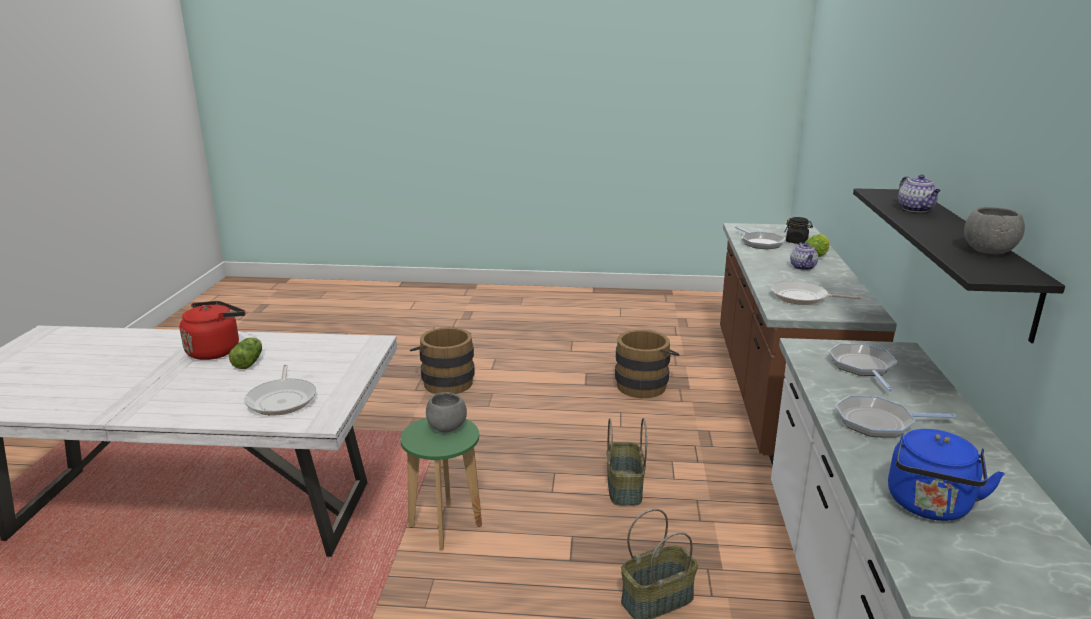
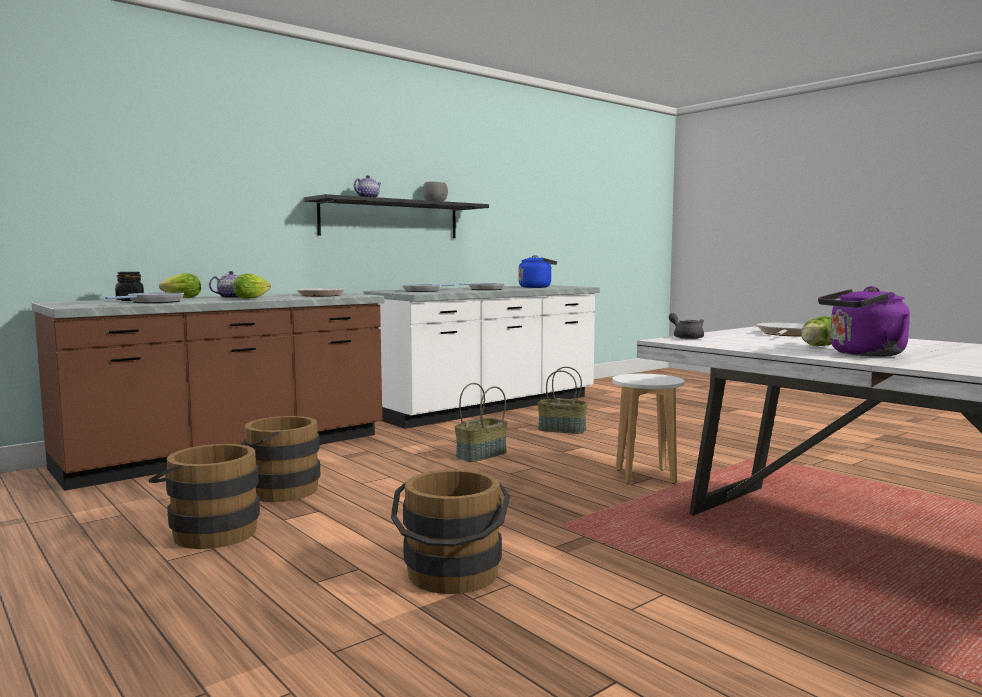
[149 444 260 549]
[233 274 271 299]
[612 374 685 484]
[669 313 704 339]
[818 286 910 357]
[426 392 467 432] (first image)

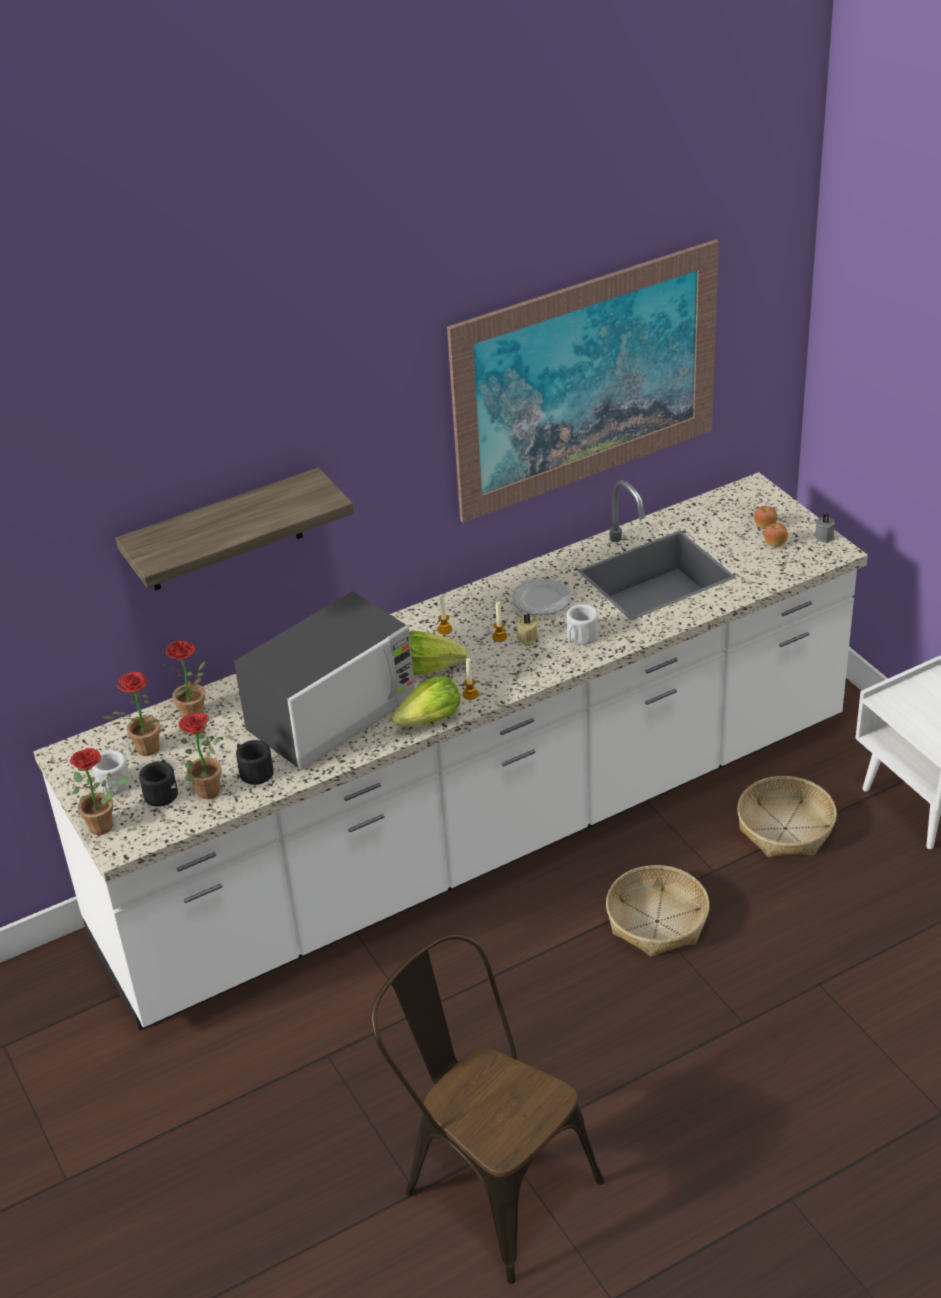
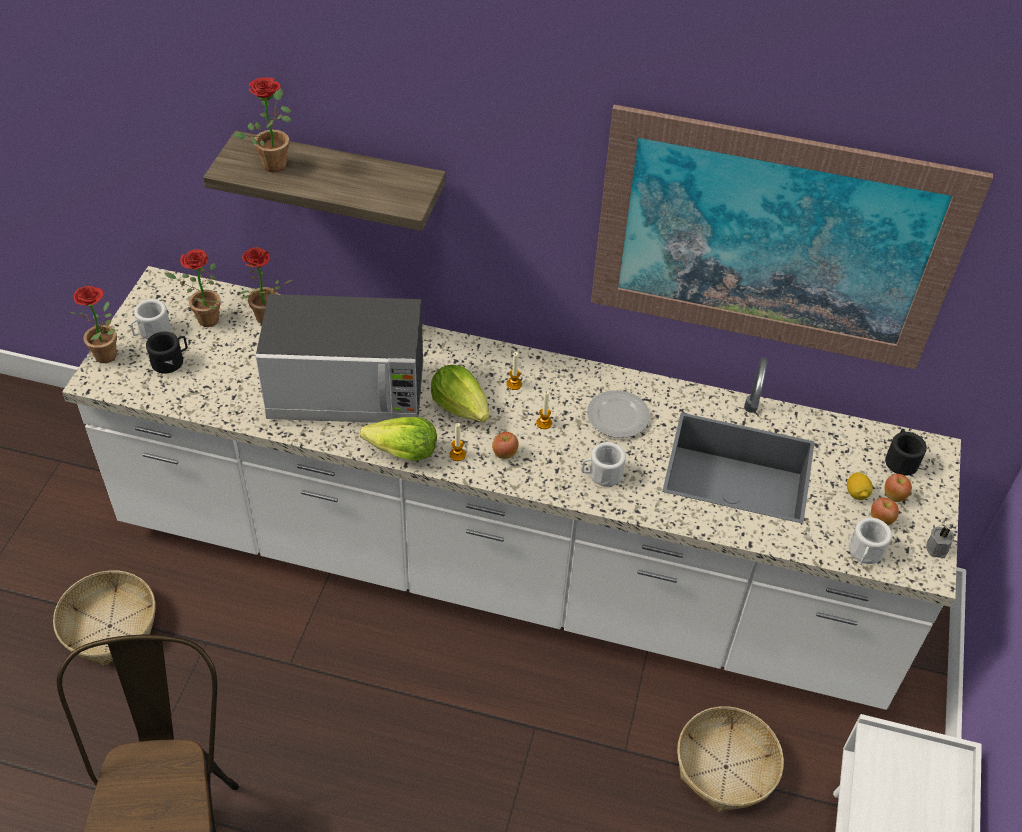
[53 570 156 666]
[234 77 292 172]
[492 432 519 459]
[847 472 873 500]
[849 518 892 565]
[885 429 927 476]
[517 614 539 646] (first image)

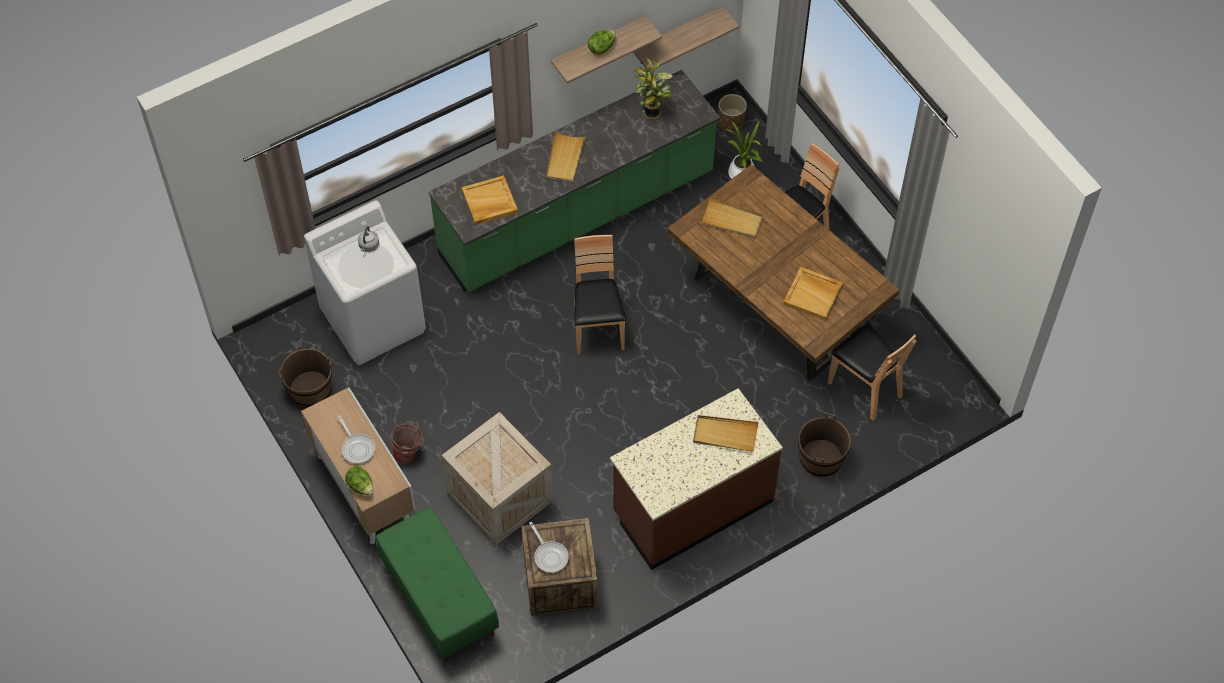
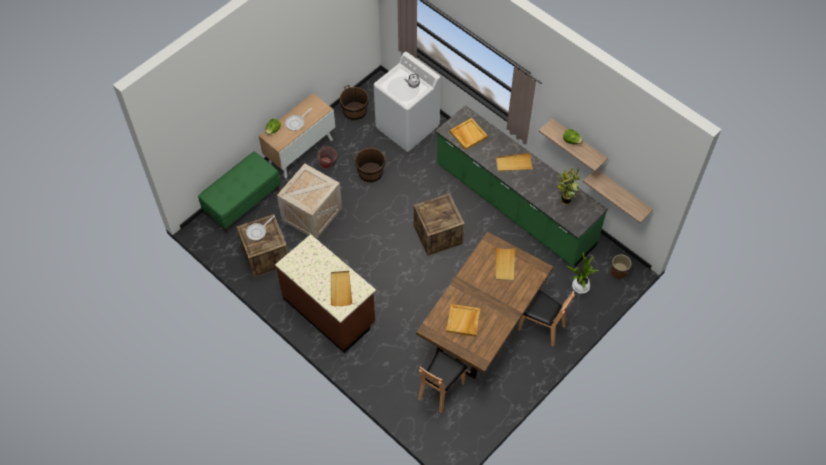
[355 148 385 183]
[414 193 465 256]

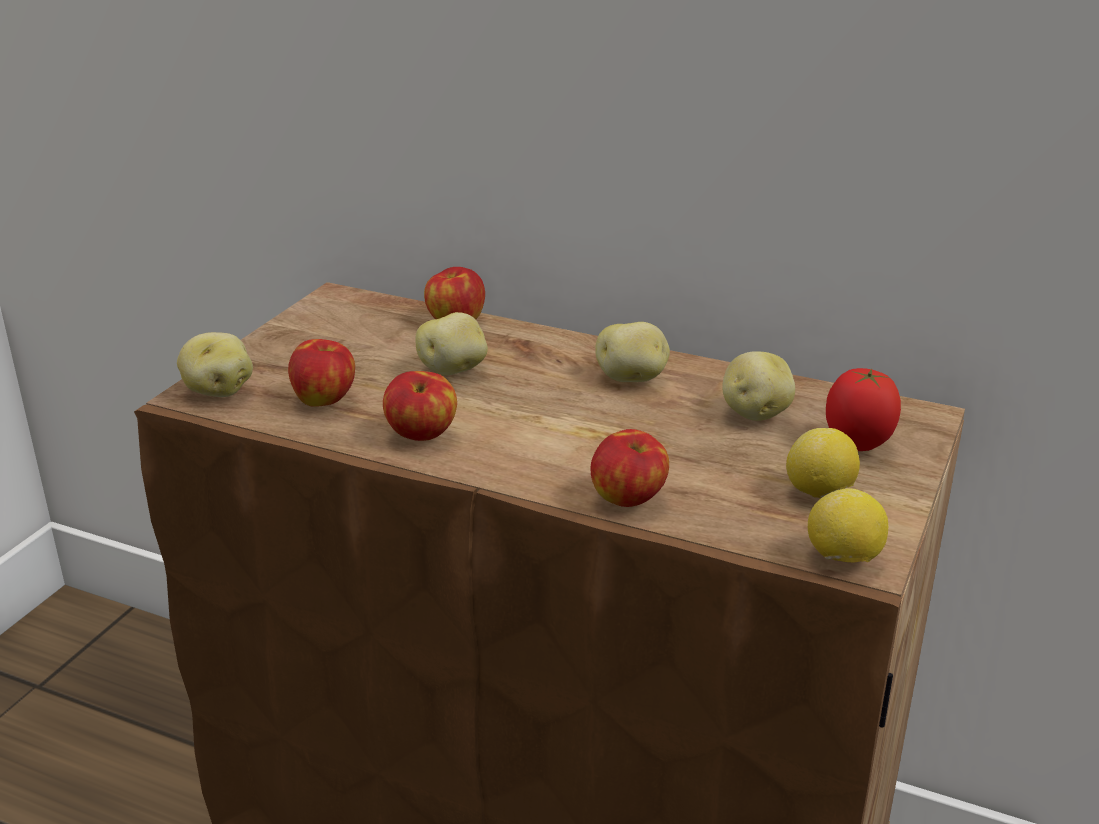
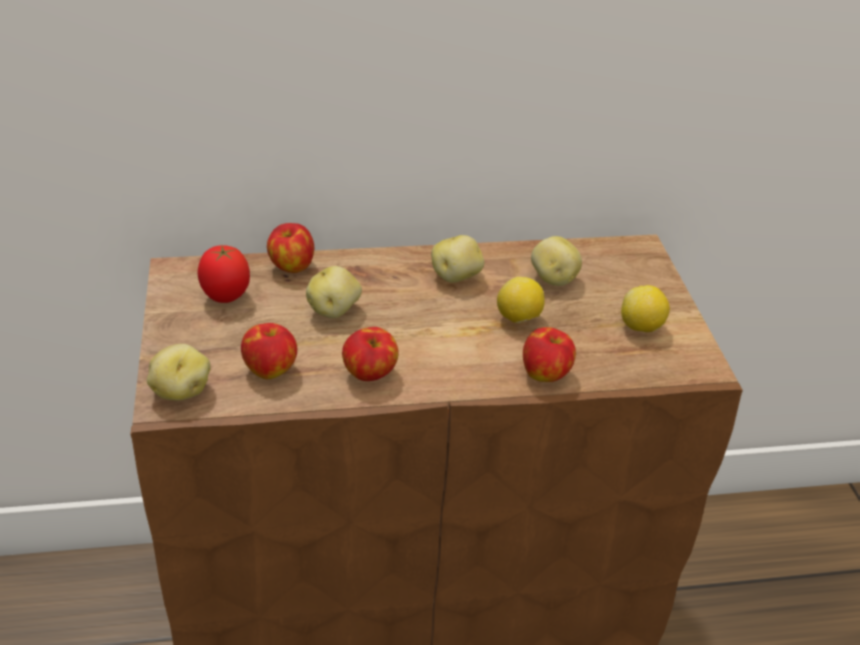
[197 245 250 303]
[497 277 545 323]

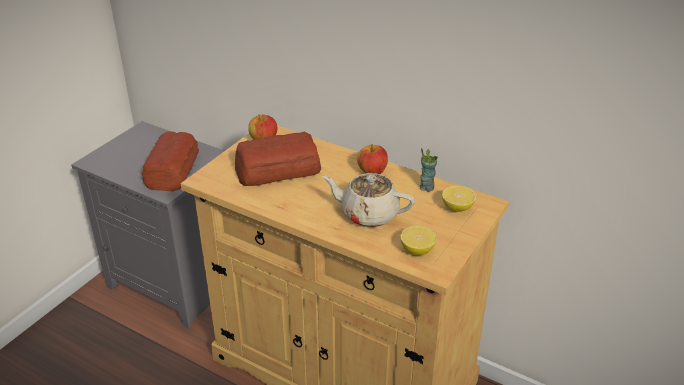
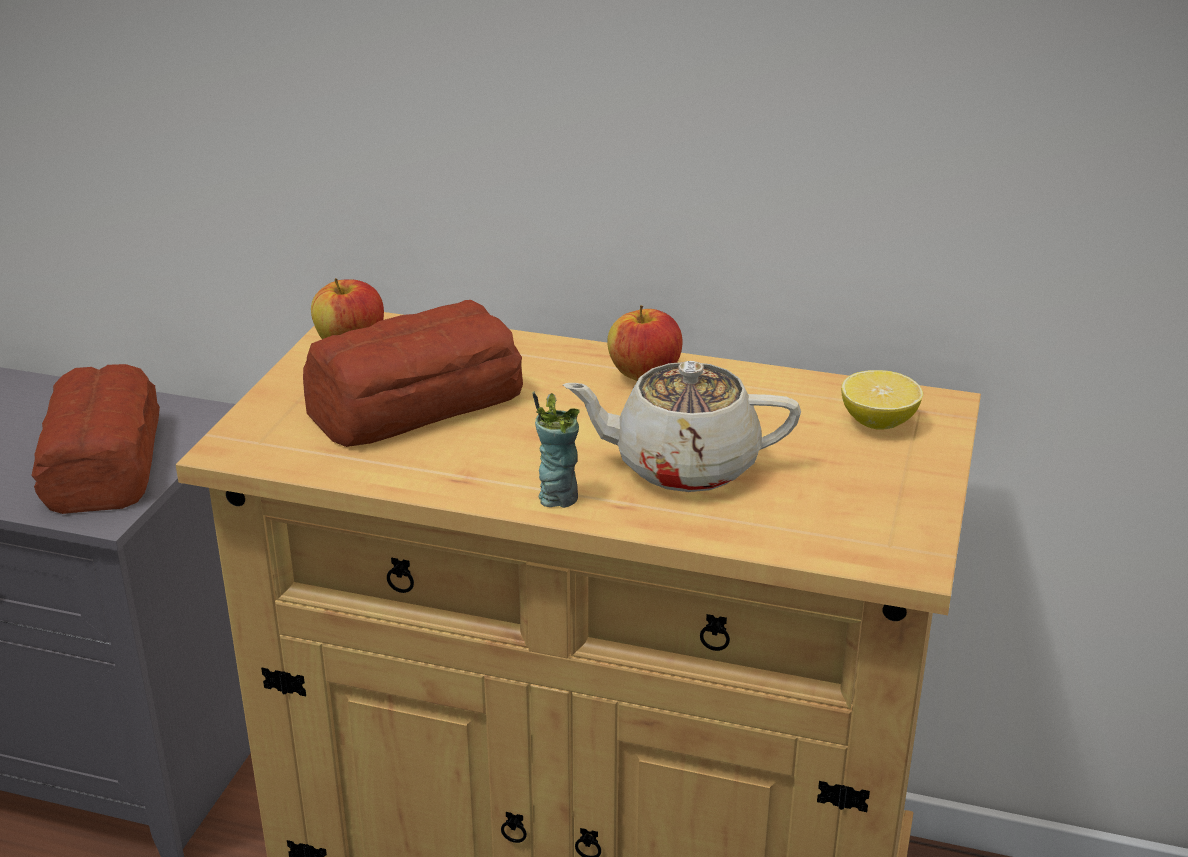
[532 392 580 508]
[400 226 437 255] (first image)

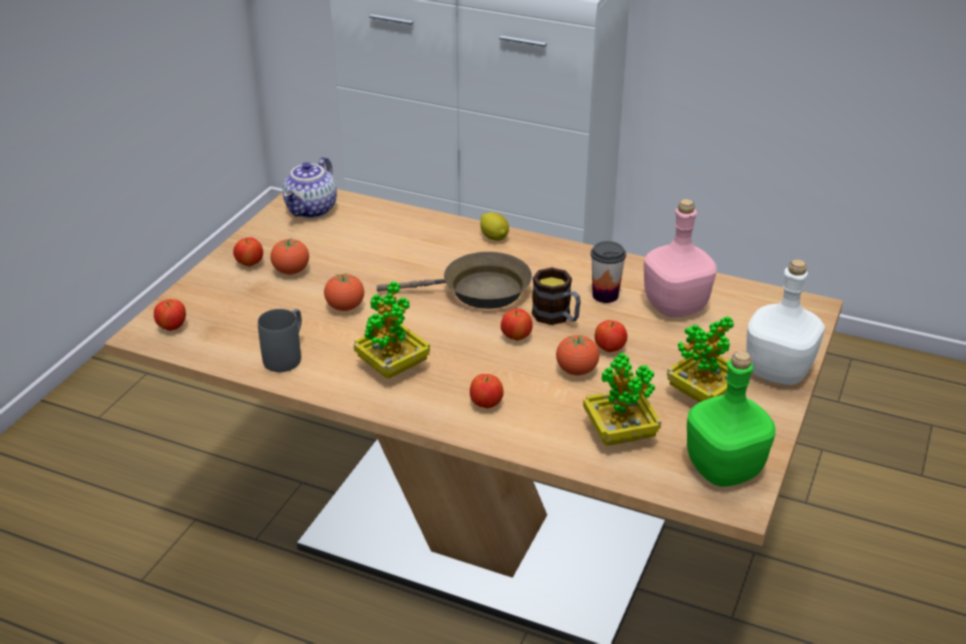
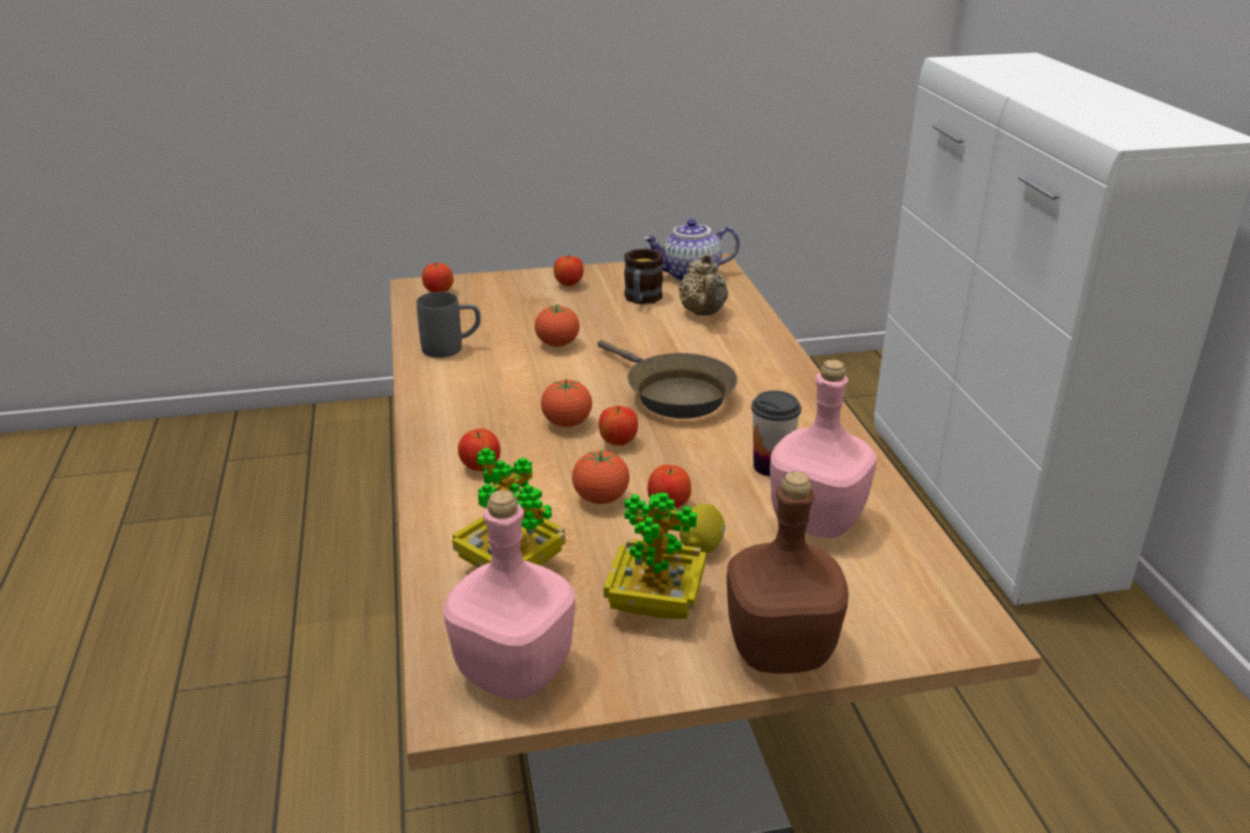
[443 490 575 700]
[541 378 592 427]
[624 249 663 304]
[678 253 728 315]
[679 504 725 554]
[727 471 849 674]
[354 281 430 379] (first image)

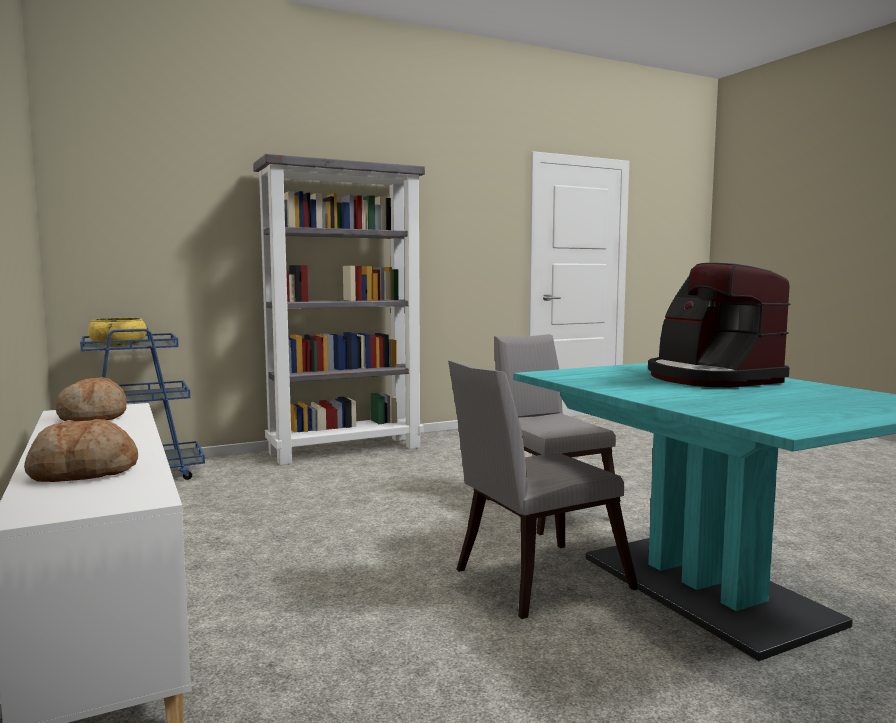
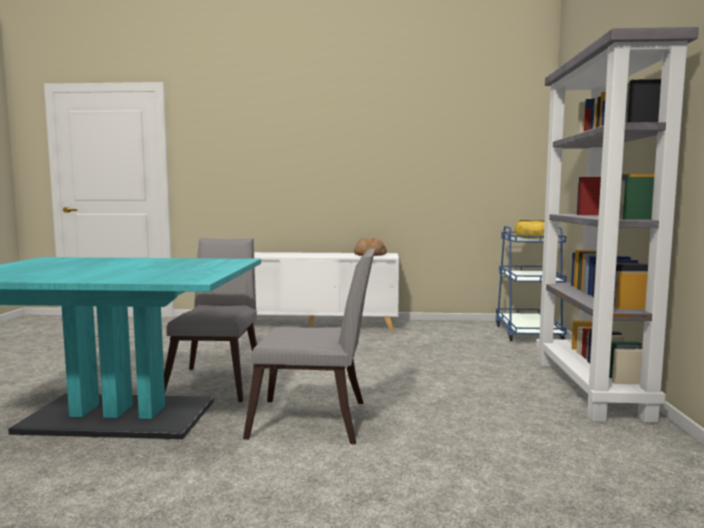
[24 419 138 482] (first image)
[648 263 790 387] (first image)

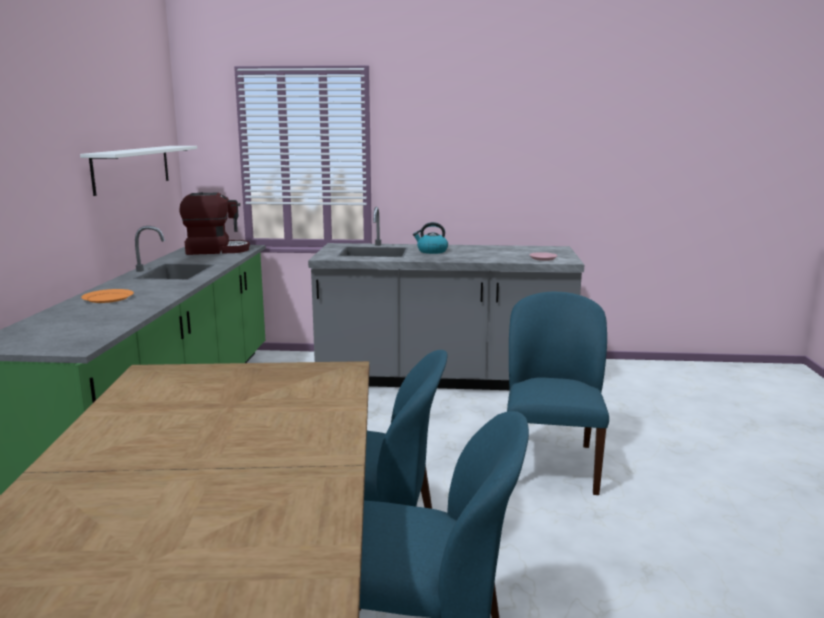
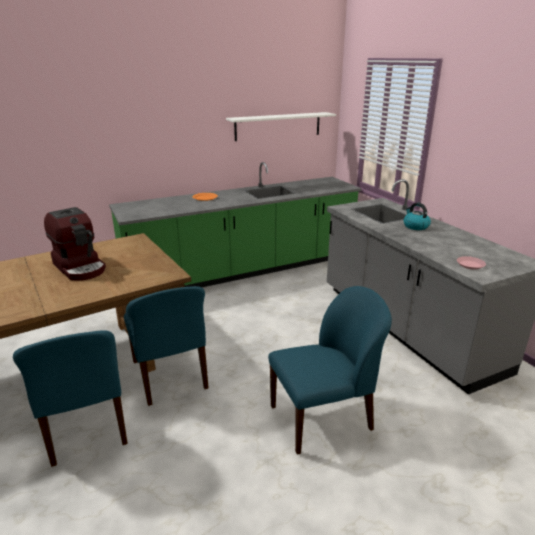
[44 207 106 281]

